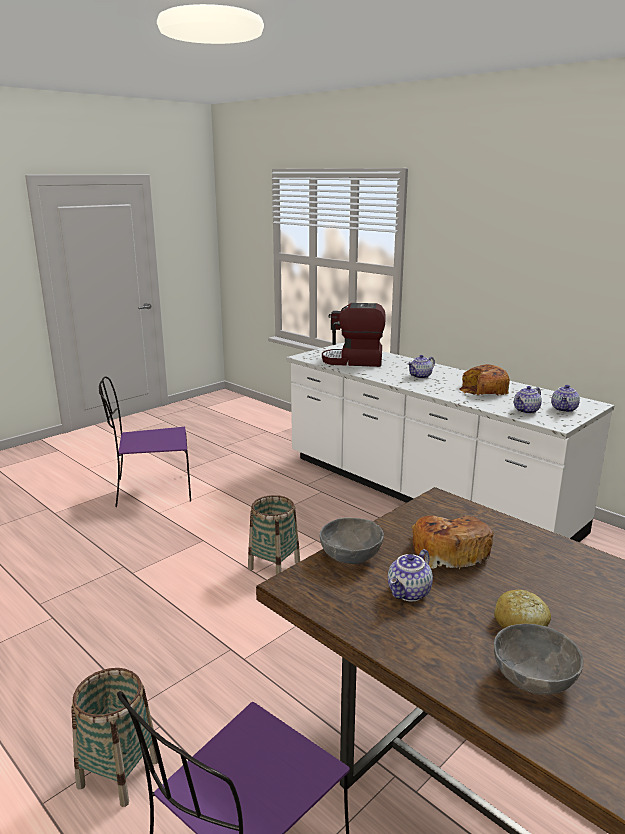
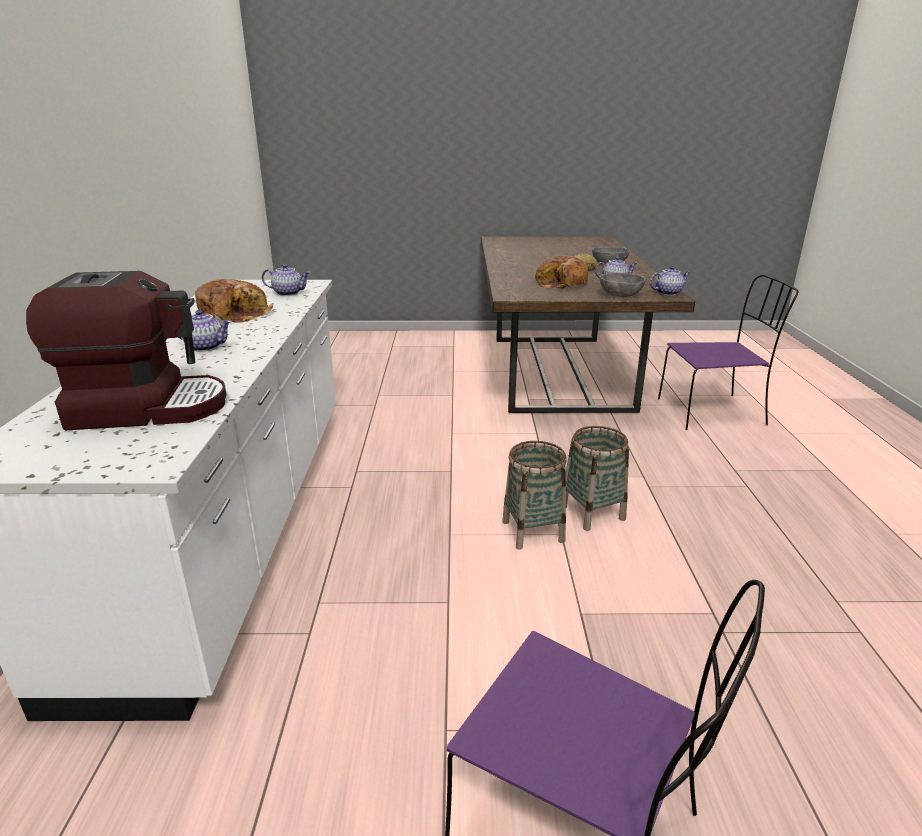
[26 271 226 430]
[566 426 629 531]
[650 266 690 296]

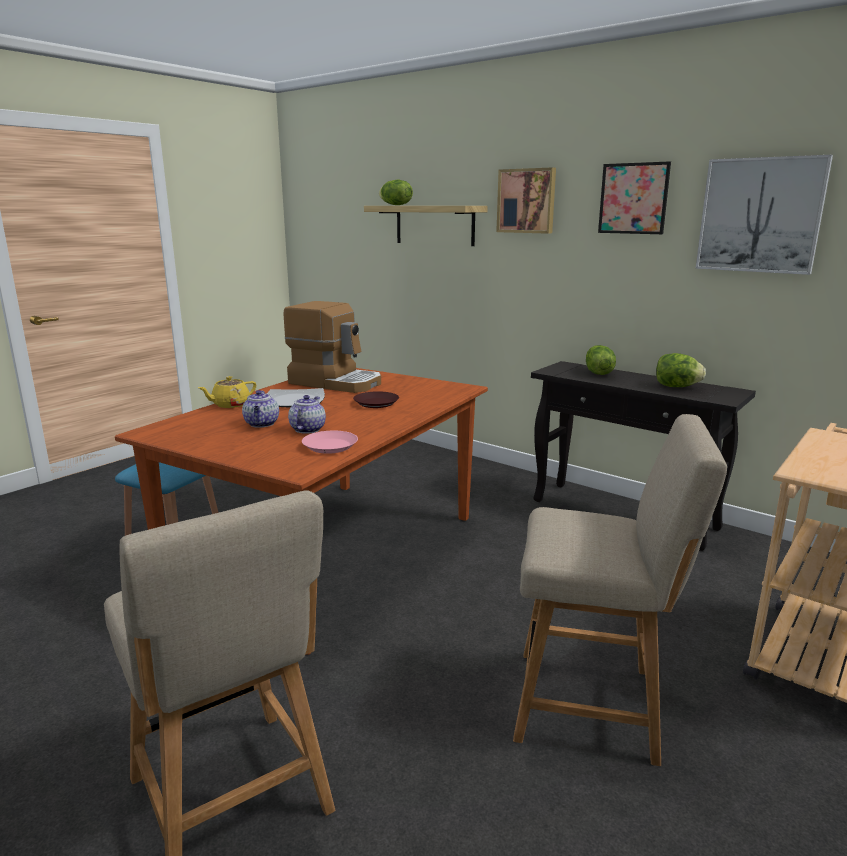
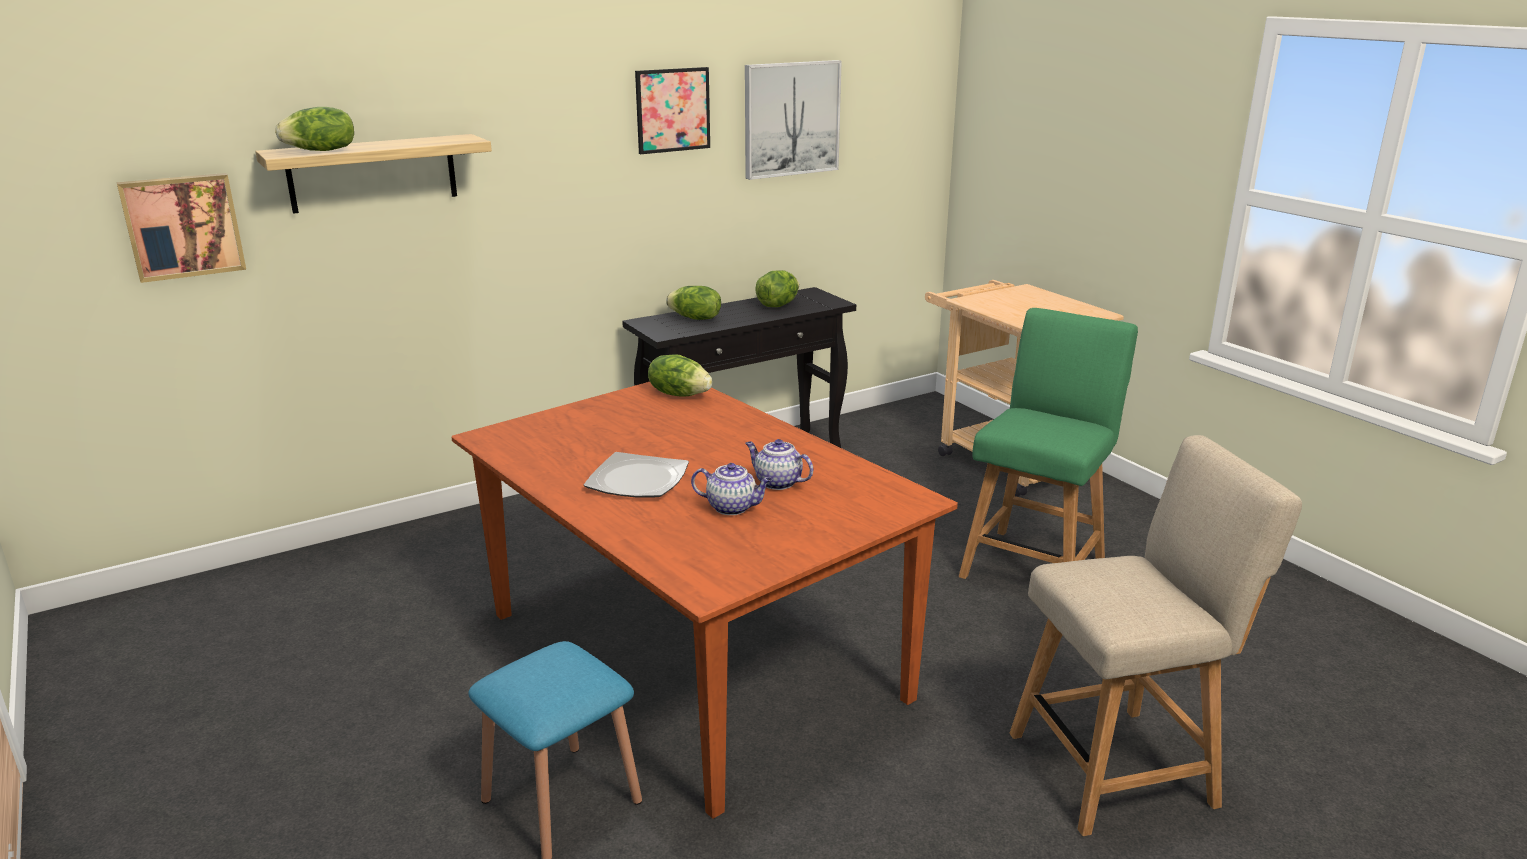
[116 173 246 283]
[648 354 713 397]
[959 308 1138 579]
[198 376 256 408] (first image)
[284 301 381 393] (first image)
[302 431 358 454] (first image)
[353 391 399 408] (first image)

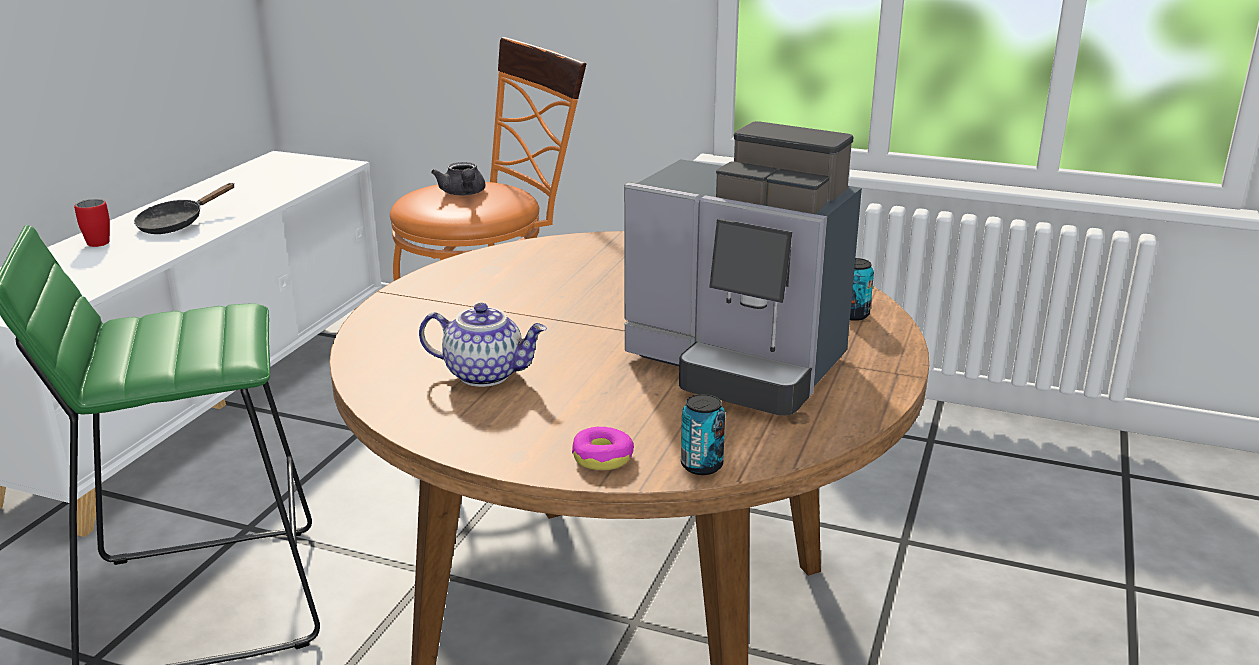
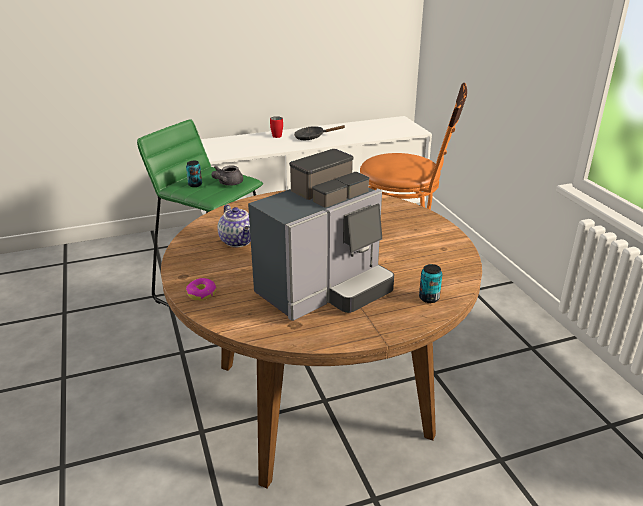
[186 161 202 187]
[211 165 243 186]
[248 149 394 321]

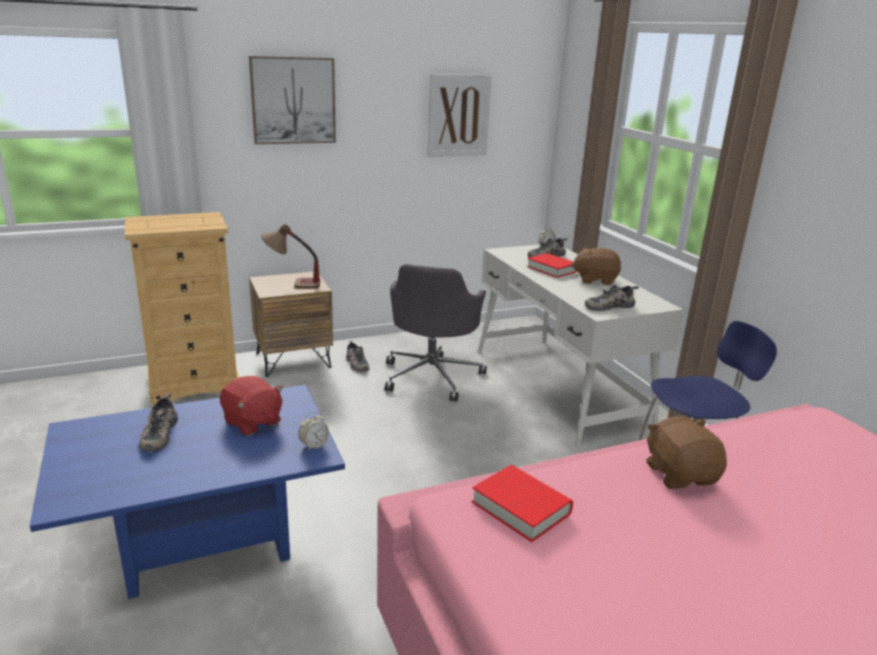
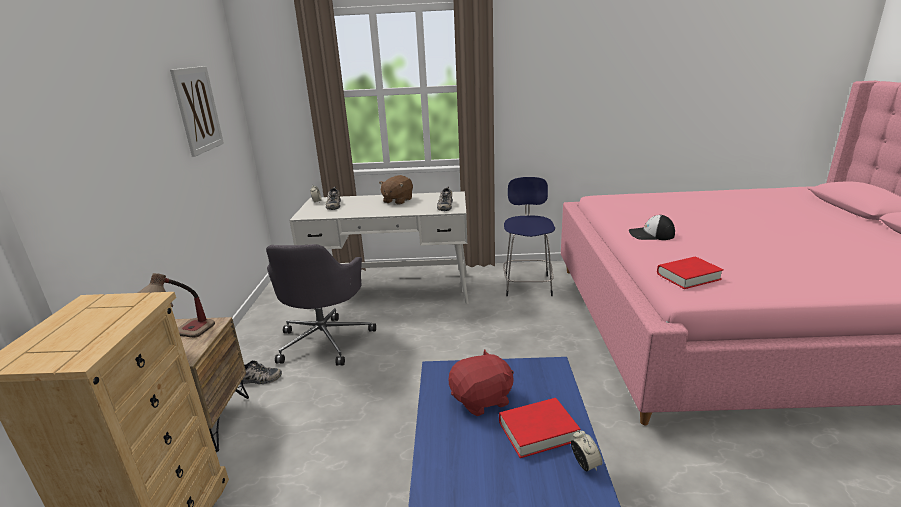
[266 244 376 366]
[499 398 581 458]
[571 430 602 471]
[629 215 675 240]
[140 393 178 452] (first image)
[249 56 336 144] (first image)

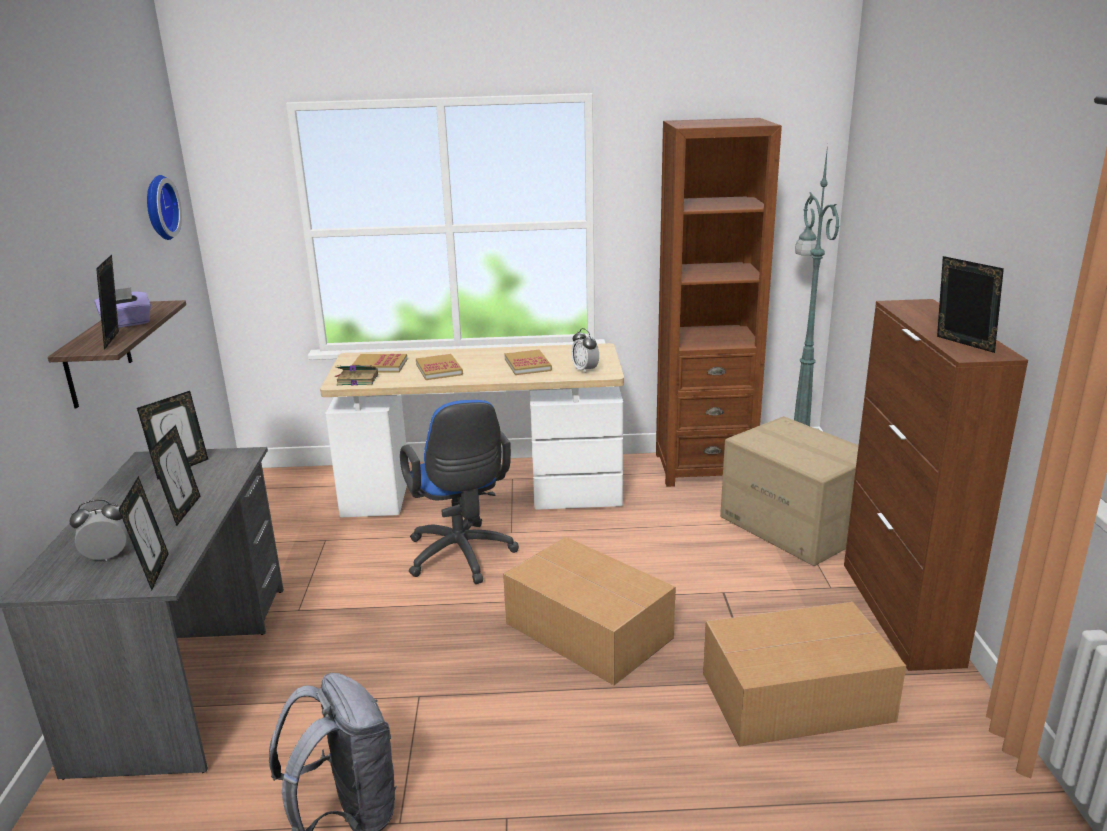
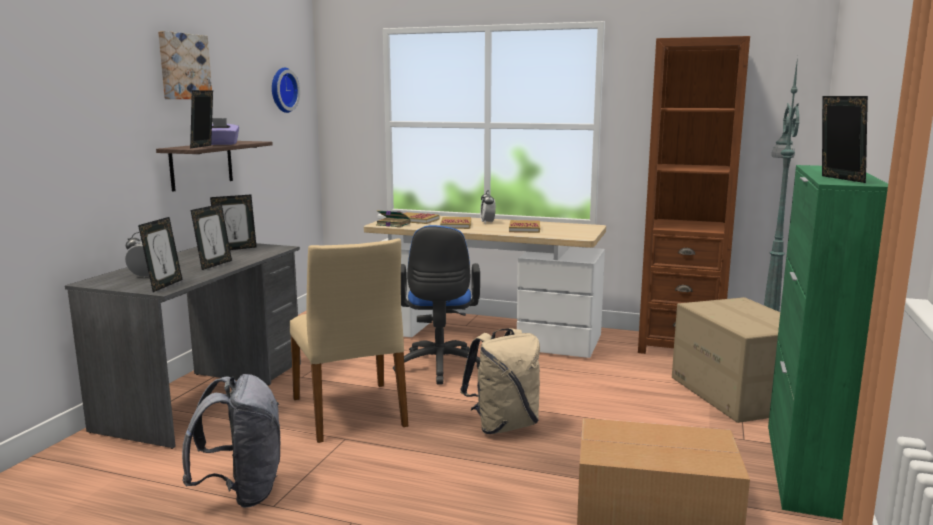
[158 31 212 99]
[290 238 409 443]
[460 328 540 434]
[480 190 496 224]
[768 165 888 520]

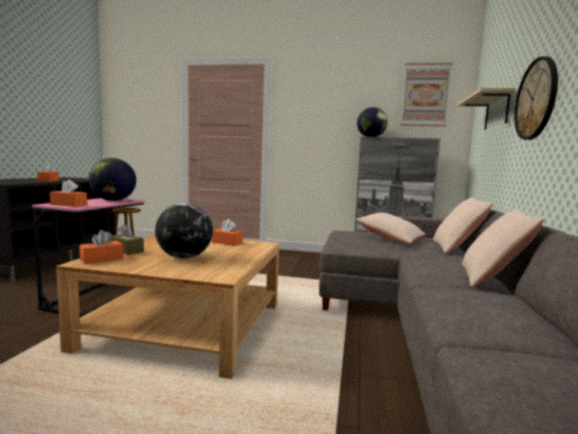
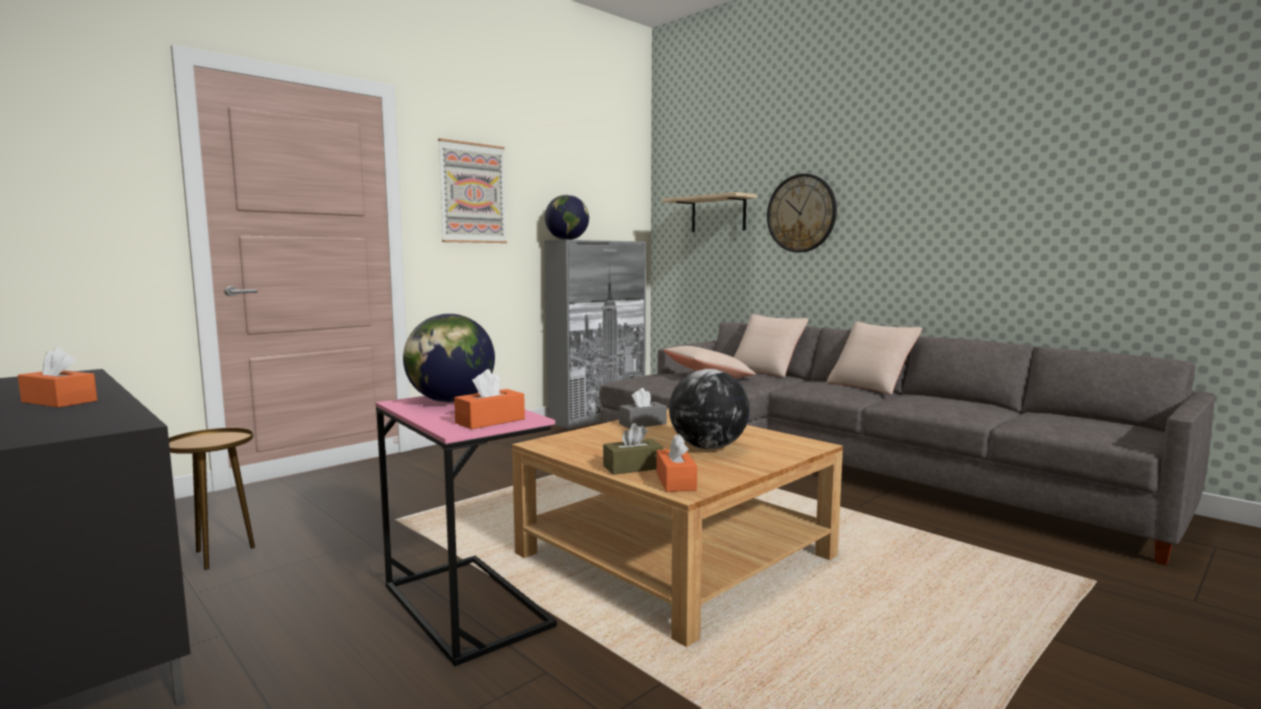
[438 138 507 243]
[619 388 667 429]

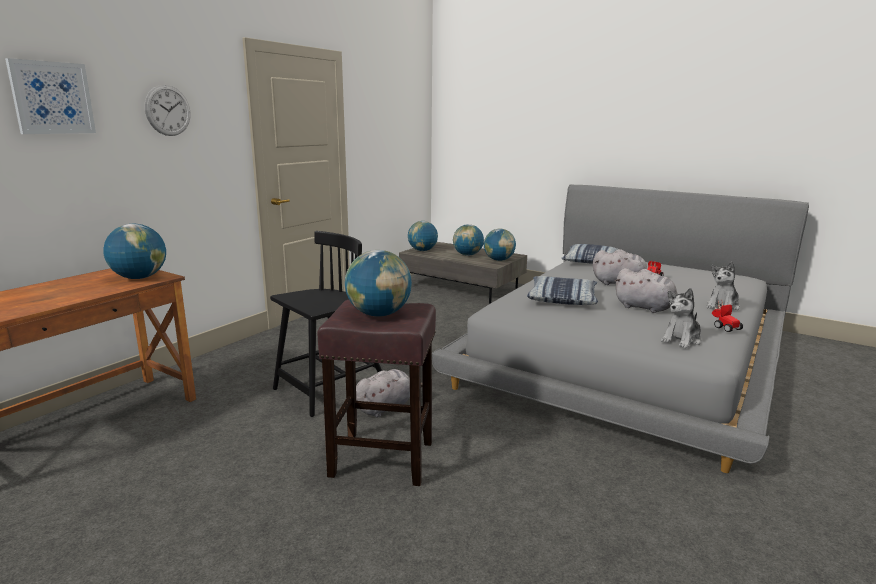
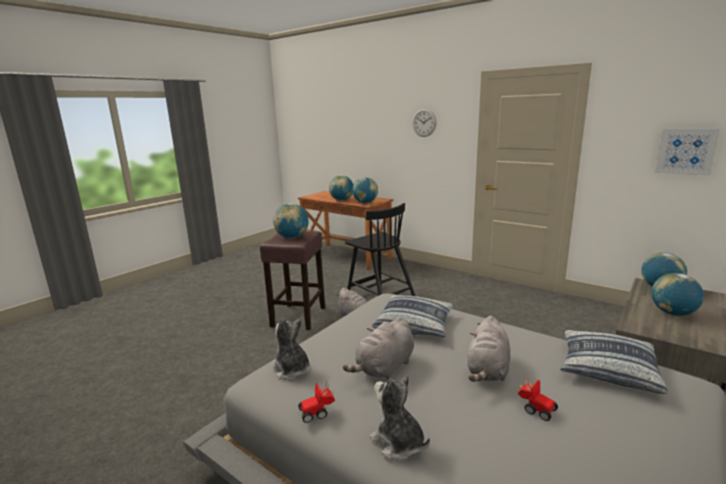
[329 175 353 201]
[655 128 720 176]

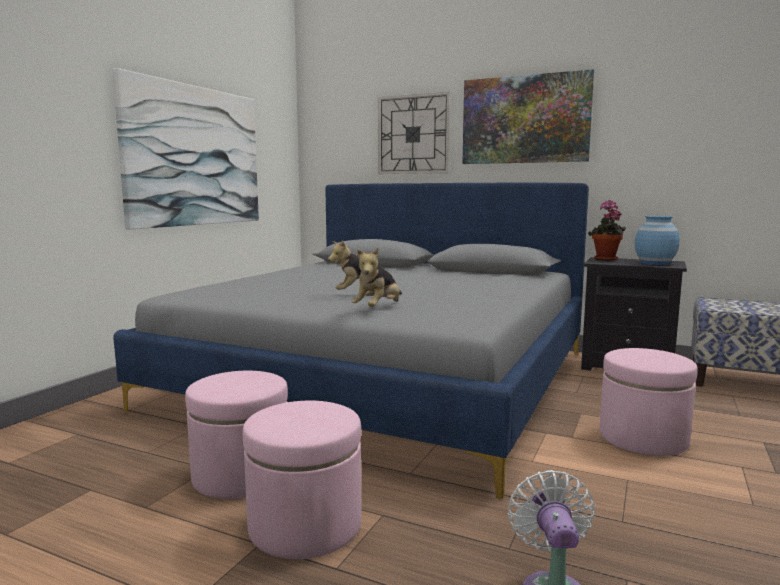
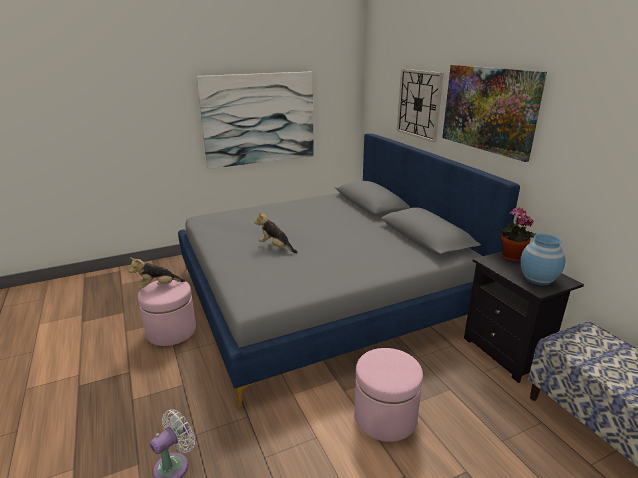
[129 258 185 289]
[243 401 362 559] (first image)

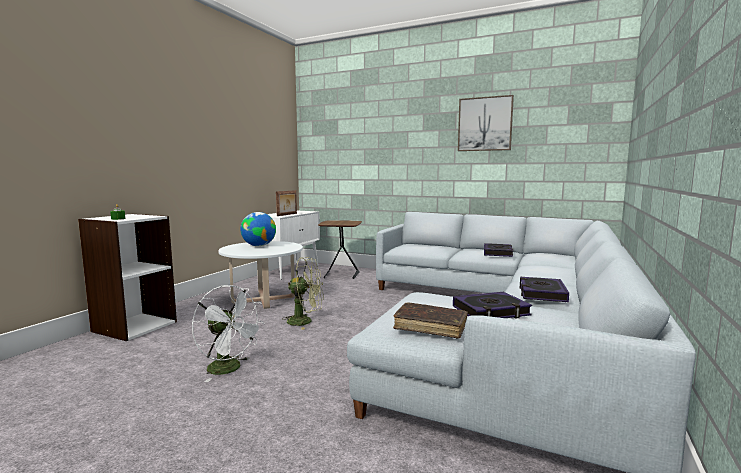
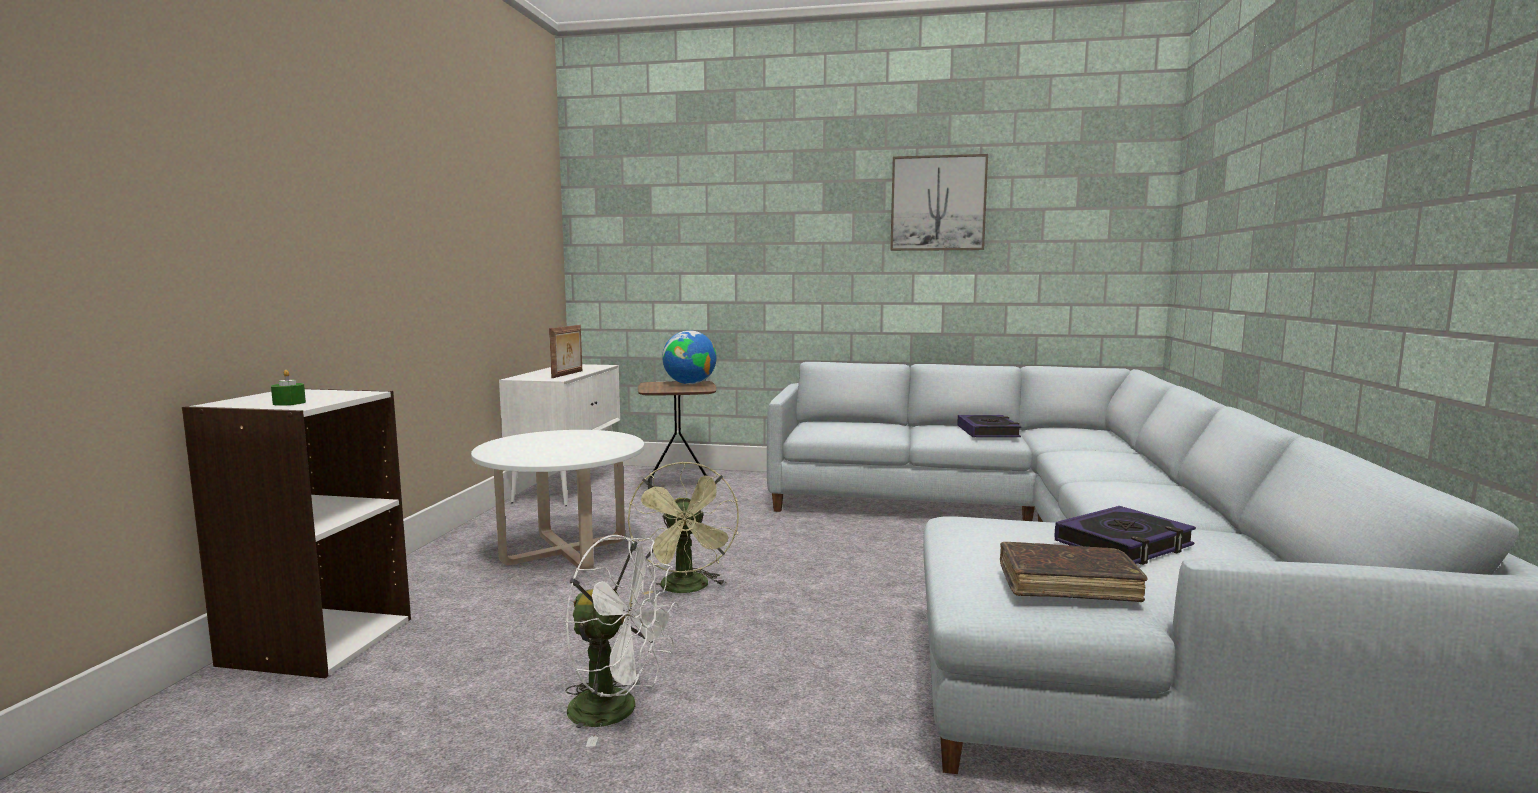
[628 461 739 595]
[662 330 717 384]
[520 277 569 302] (first image)

